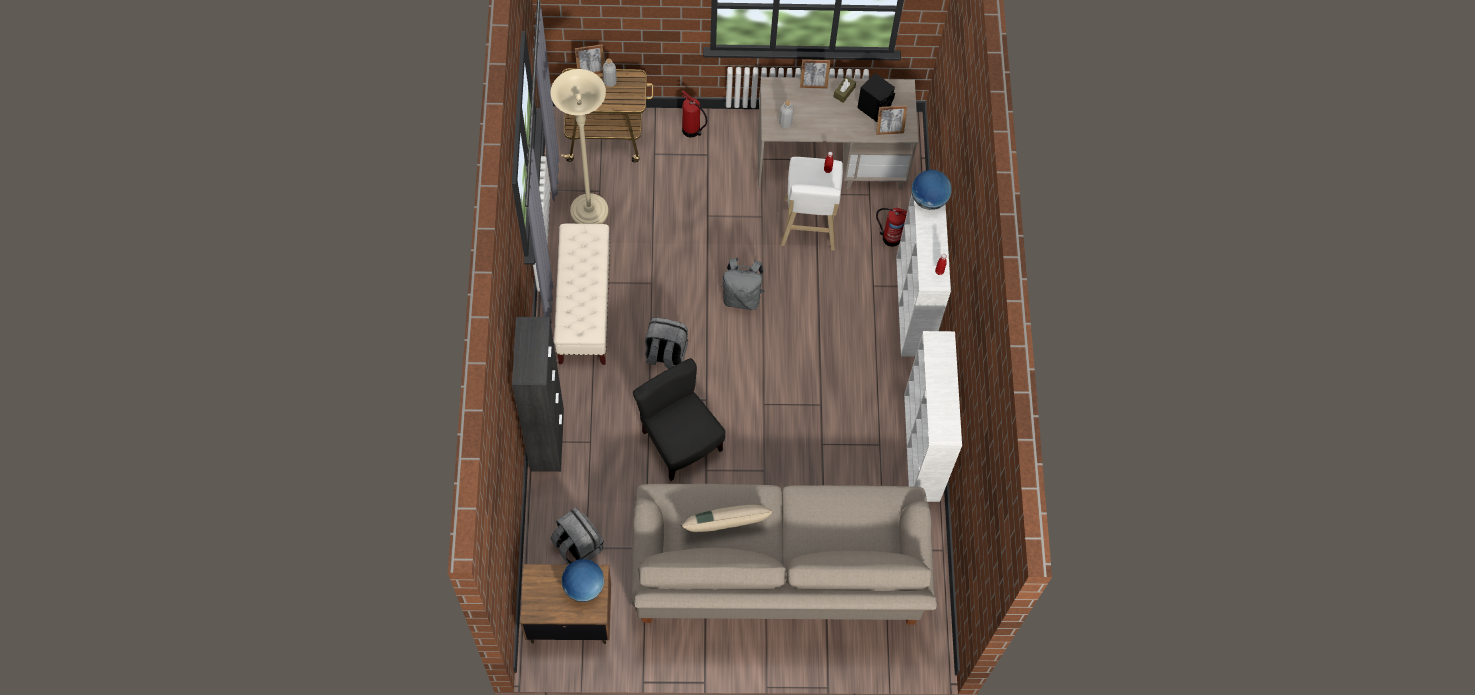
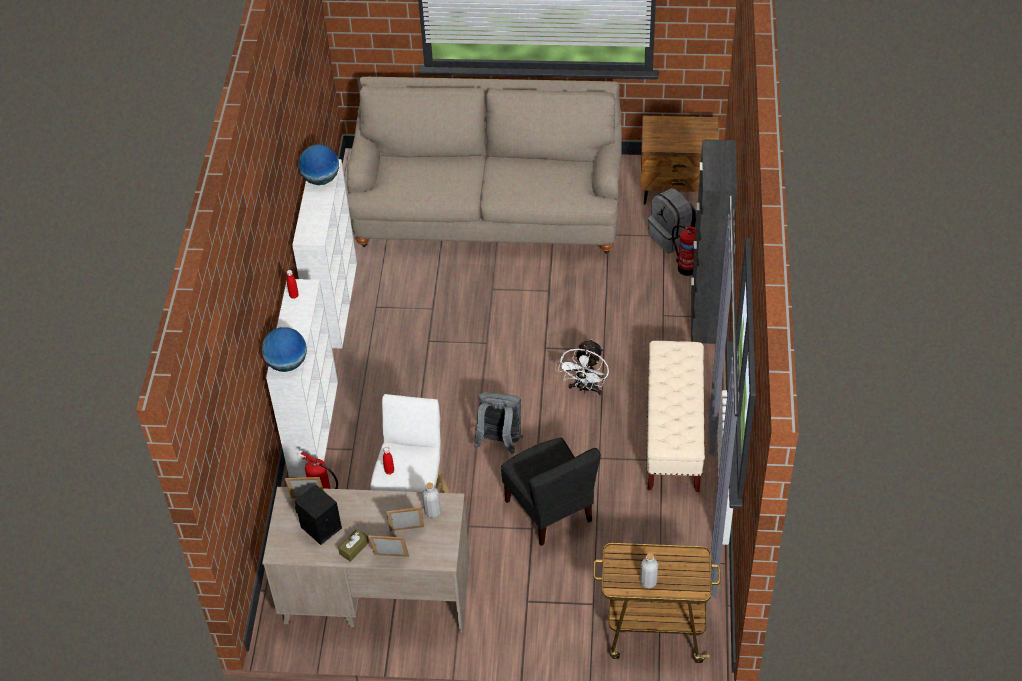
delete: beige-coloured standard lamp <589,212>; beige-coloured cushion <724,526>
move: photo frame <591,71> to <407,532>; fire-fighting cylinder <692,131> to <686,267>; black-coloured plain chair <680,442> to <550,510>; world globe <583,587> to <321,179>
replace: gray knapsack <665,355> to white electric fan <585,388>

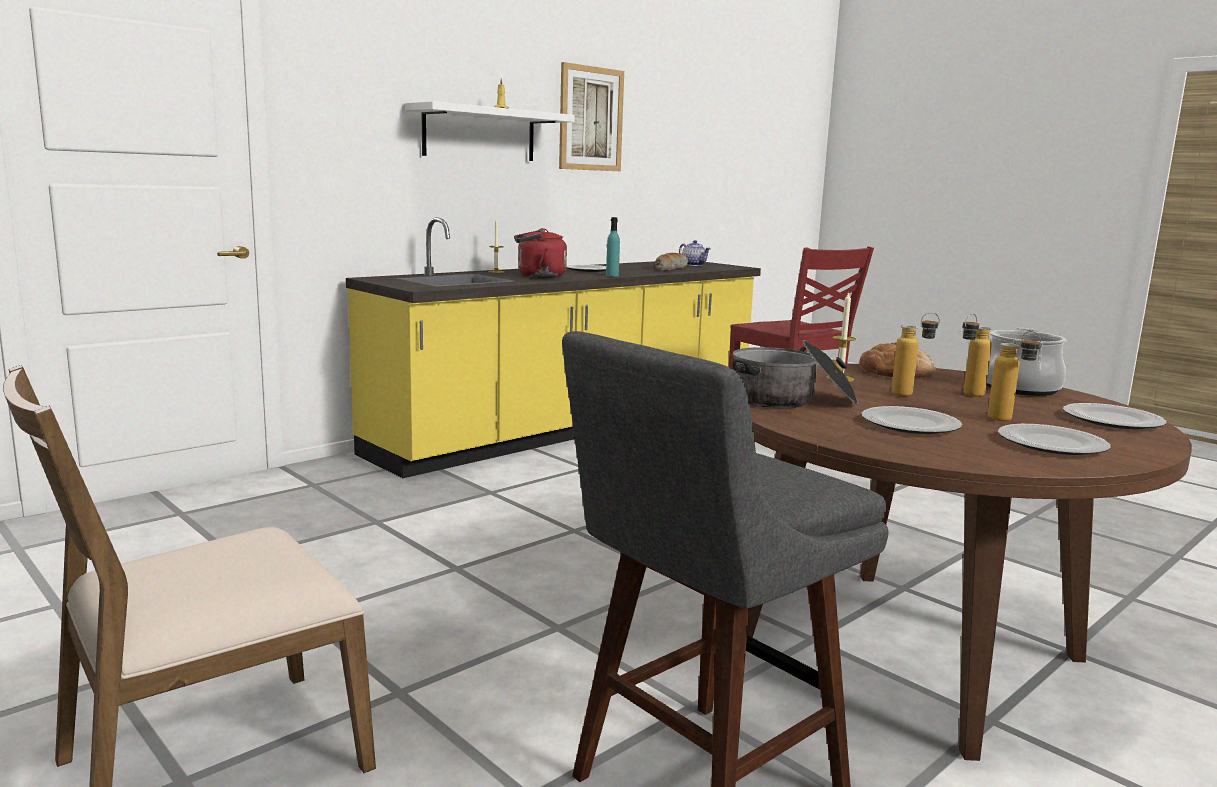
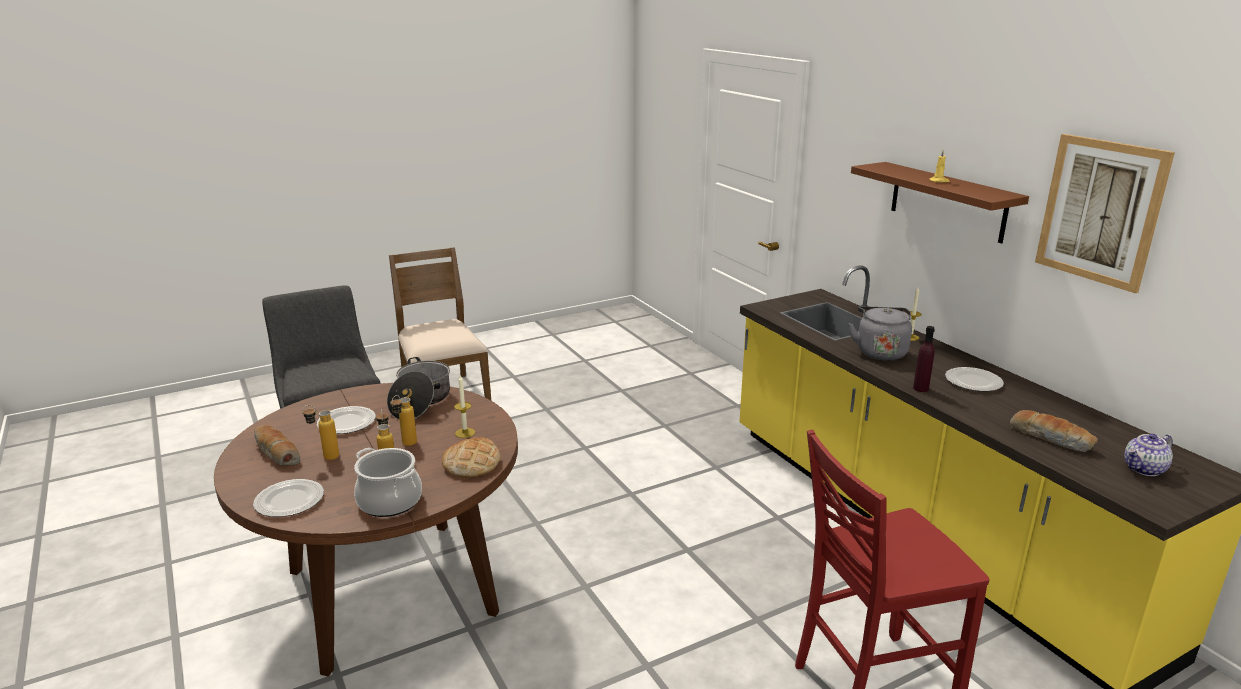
replace: flat dish <1052,444> to bakery bread <276,453>
recolor: white shelf <479,134> to brown-coloured shelf <947,201>; turquoise-coloured drink bottle <612,275> to purplish drink bottle <920,388>; red tea kettle <538,276> to gray tea kettle <880,352>

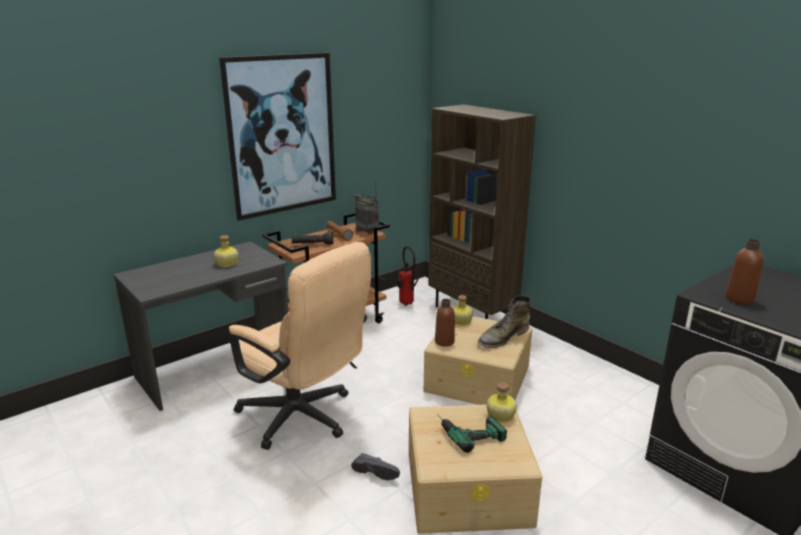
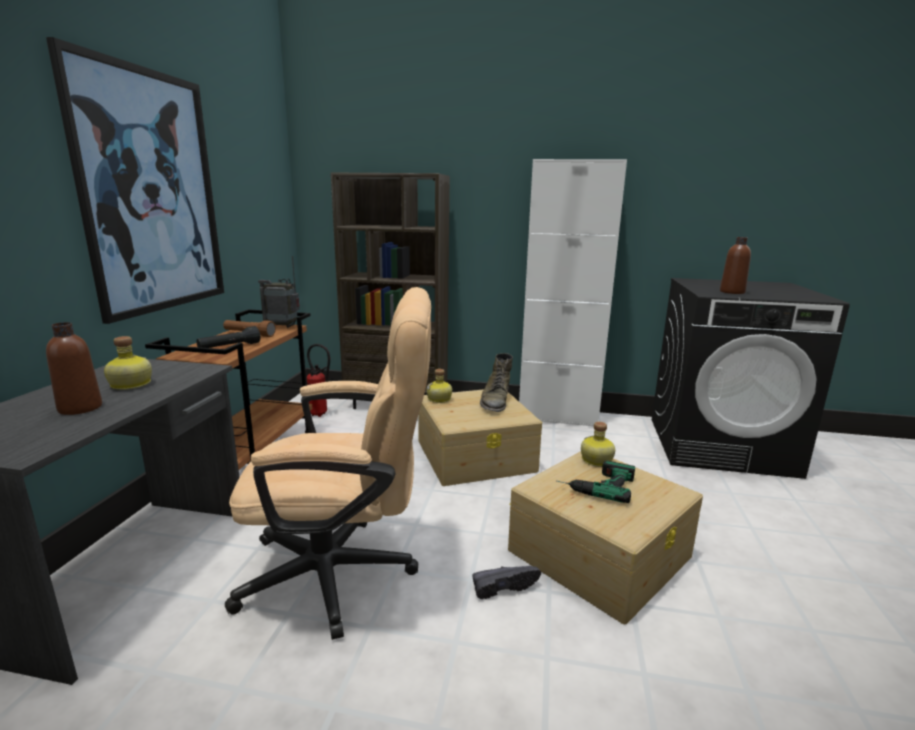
insert: white cabinet <557,417>
move: brown-coloured drink bottle <444,341> to <80,408>

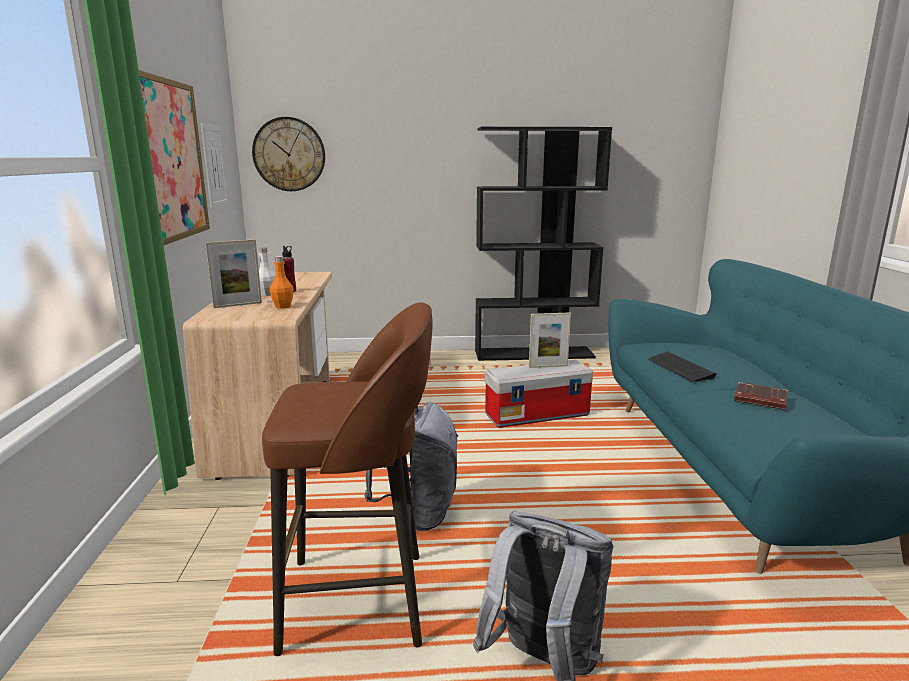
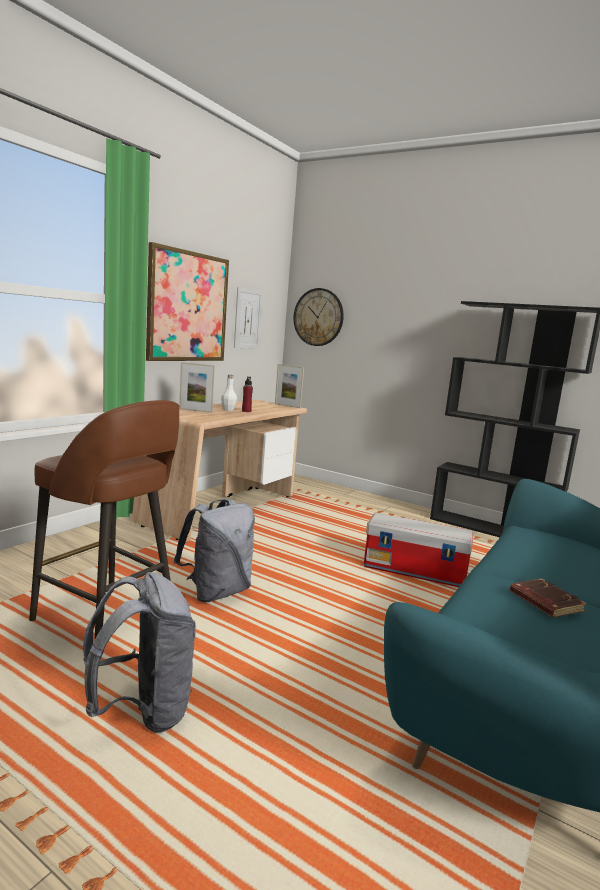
delete: orangey drink bottle <283,306>; PC keyboard <680,368>
move: photo frame <548,366> to <287,406>

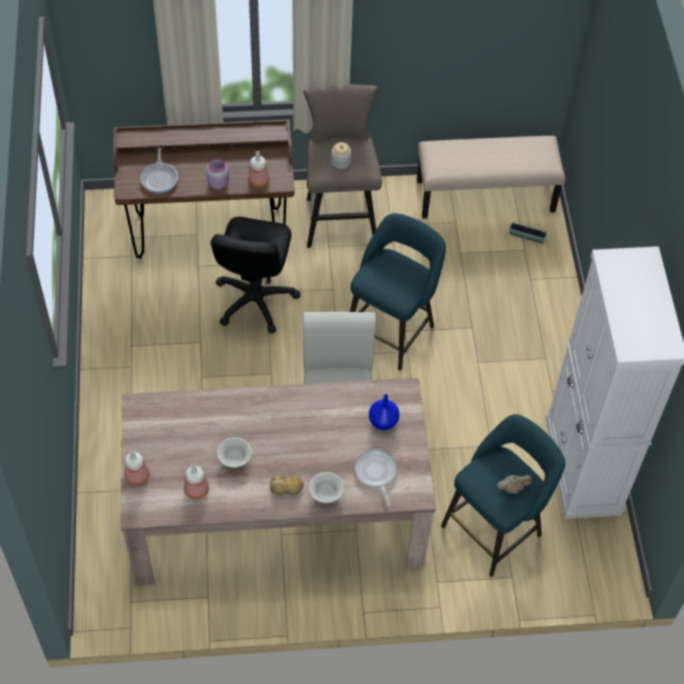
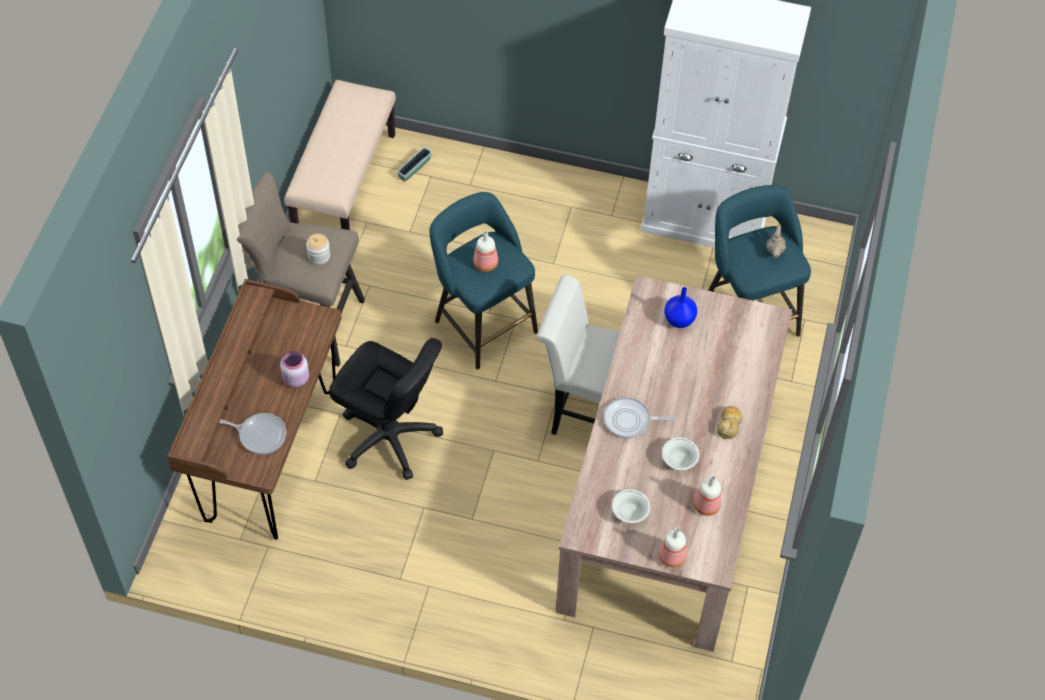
move: drink bottle <259,181> to <485,263>; skillet <376,473> to <630,421>; white deep dish <326,493> to <630,513>

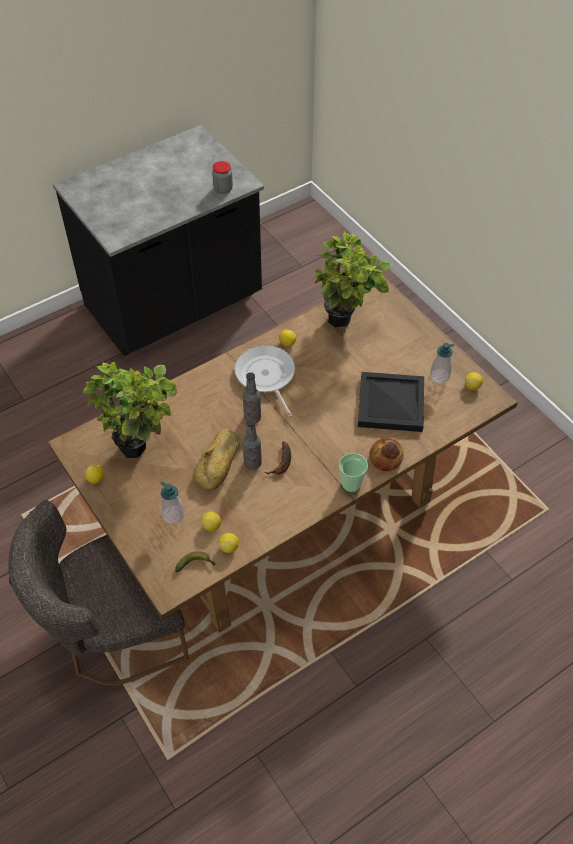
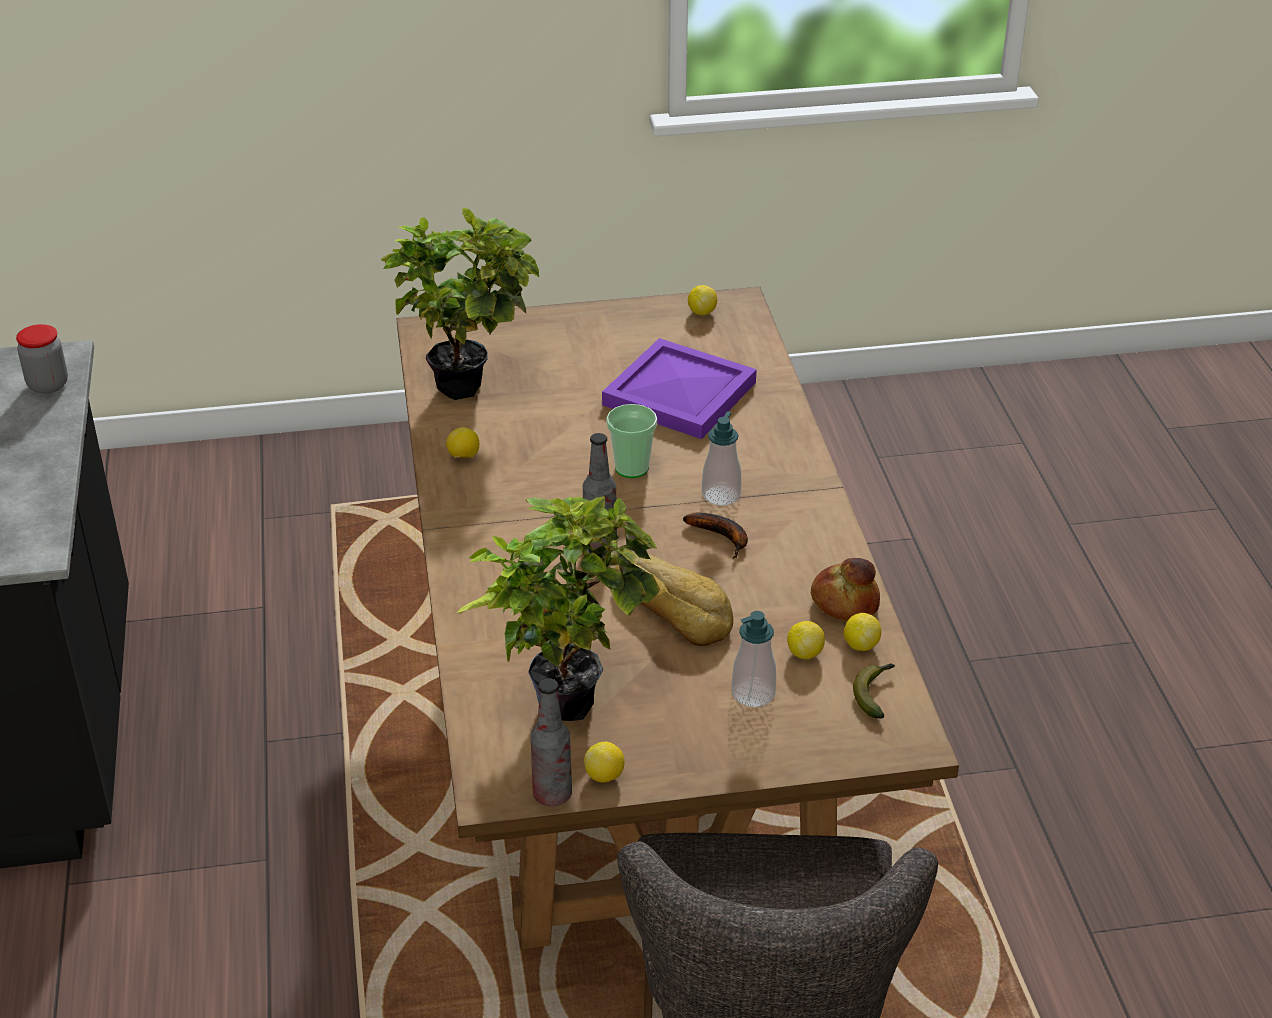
delete: skillet <266,376>
move: soap bottle <439,376> to <721,495>; drink bottle <252,463> to <552,794>; bakery bread <386,458> to <845,602>; cup <351,484> to <631,468>
recolor: black-coloured carrying tray <390,403> to purplish carrying tray <677,394>

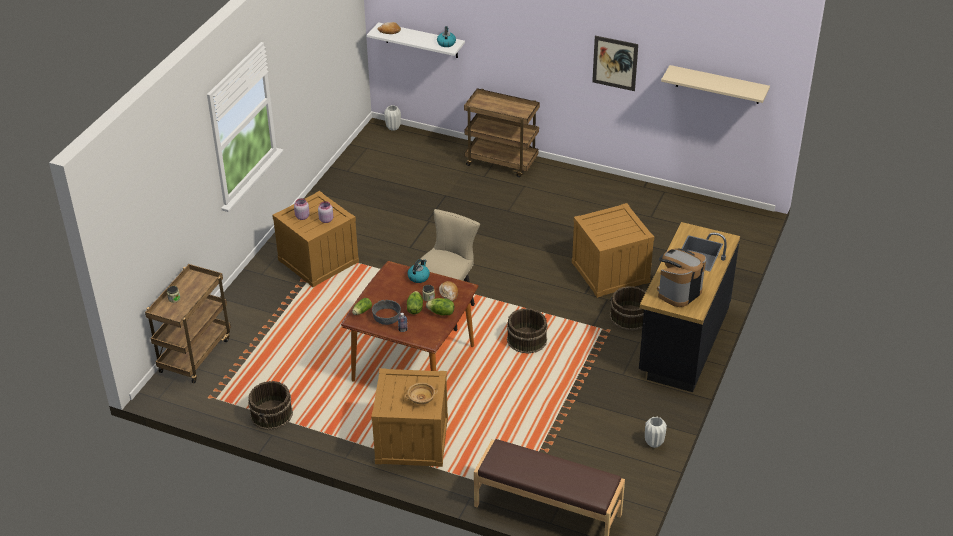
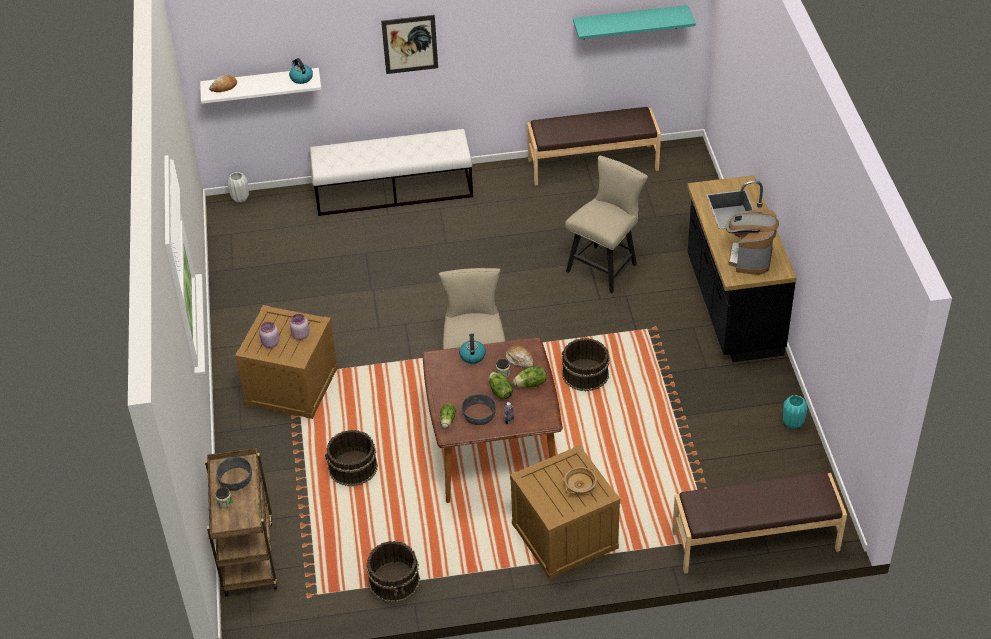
insert: brown-coloured indoor bench <592,164>; gray deep dish <235,478>
move: picture <615,63> to <410,44>; brown-coloured bucket <629,317> to <353,468>
replace: brown-coloured cart <502,162> to white indoor bench <394,191>; crate <610,272> to beige-coloured plain chair <605,265>
recolor: beige-coloured shelf <718,85> to turquoise-coloured shelf <630,22>; white flower vase <654,443> to turquoise-coloured flower vase <793,424>

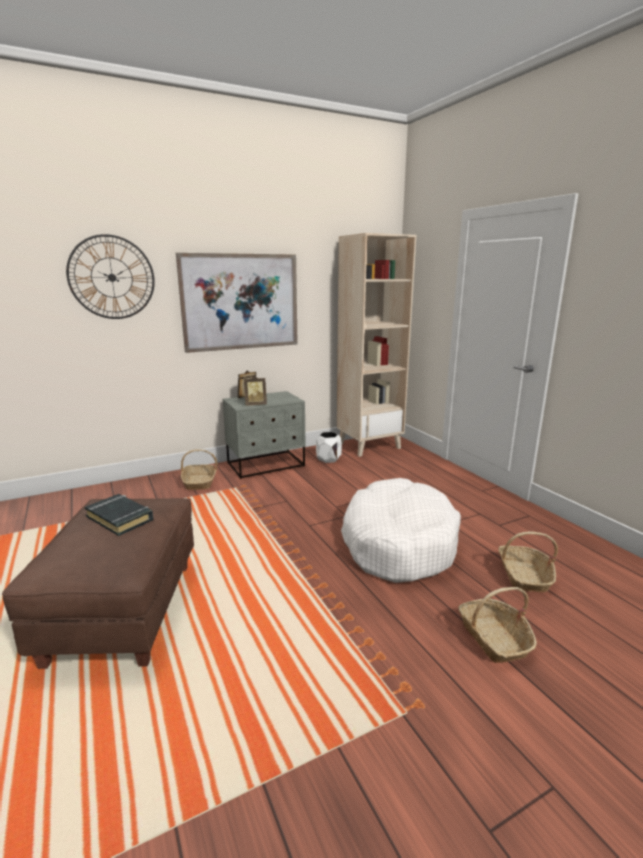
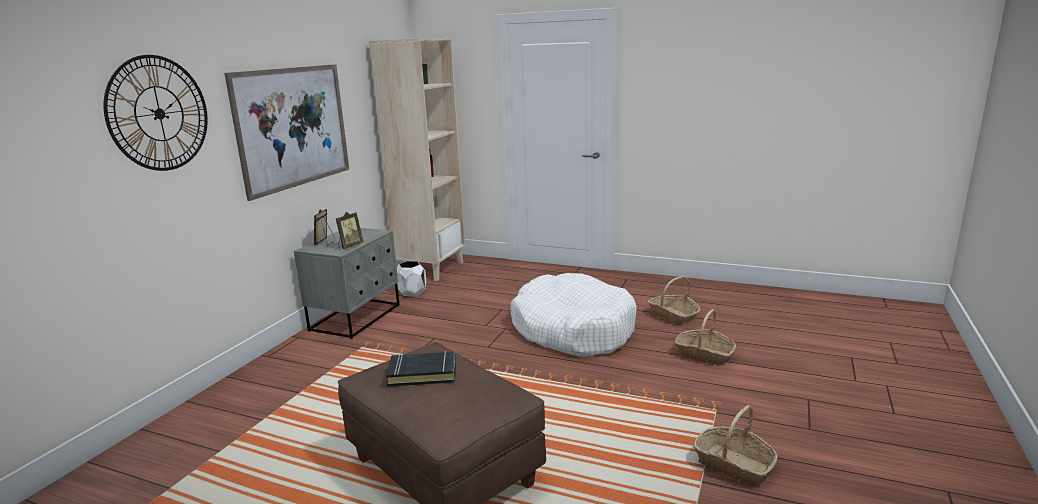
move: basket <199,482> to <733,464>

